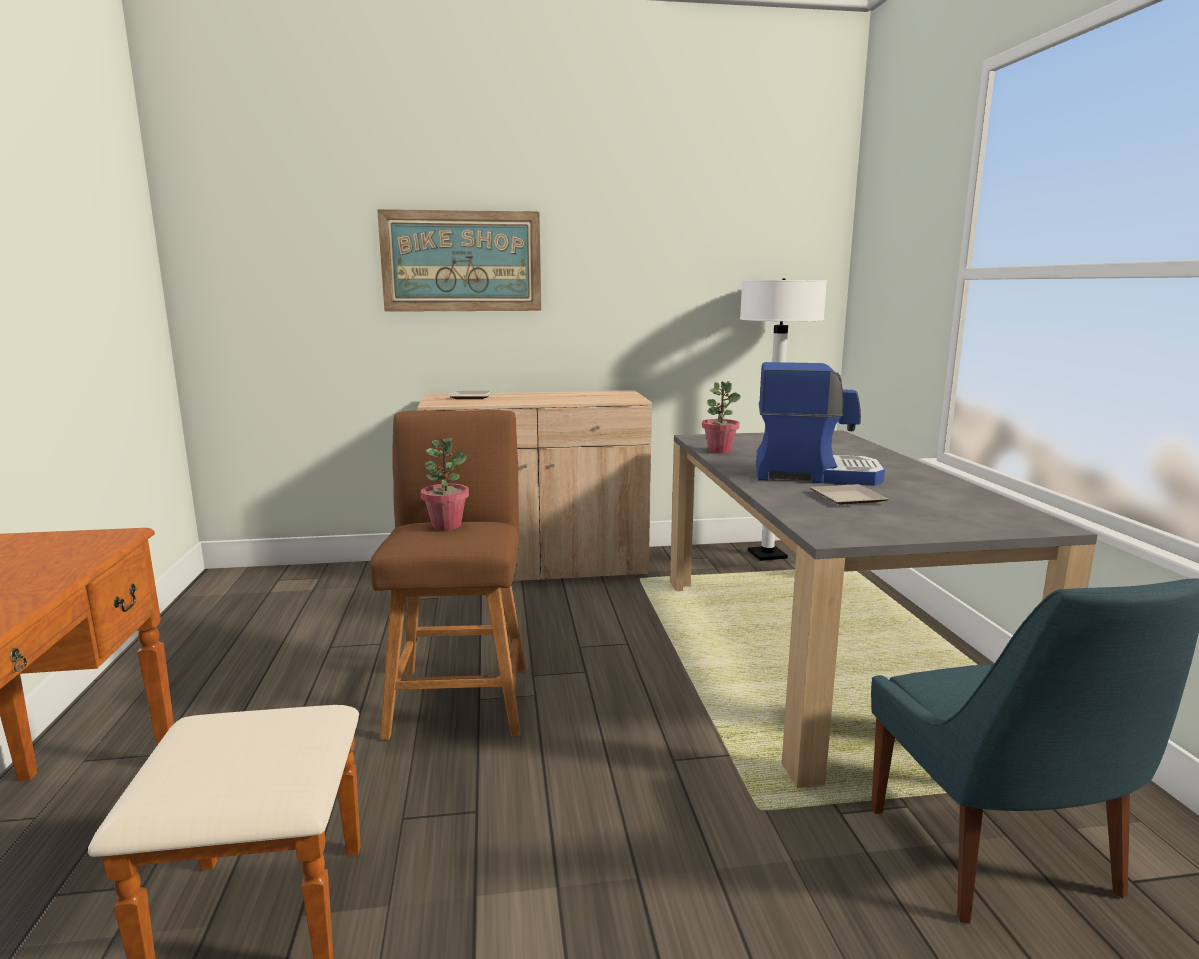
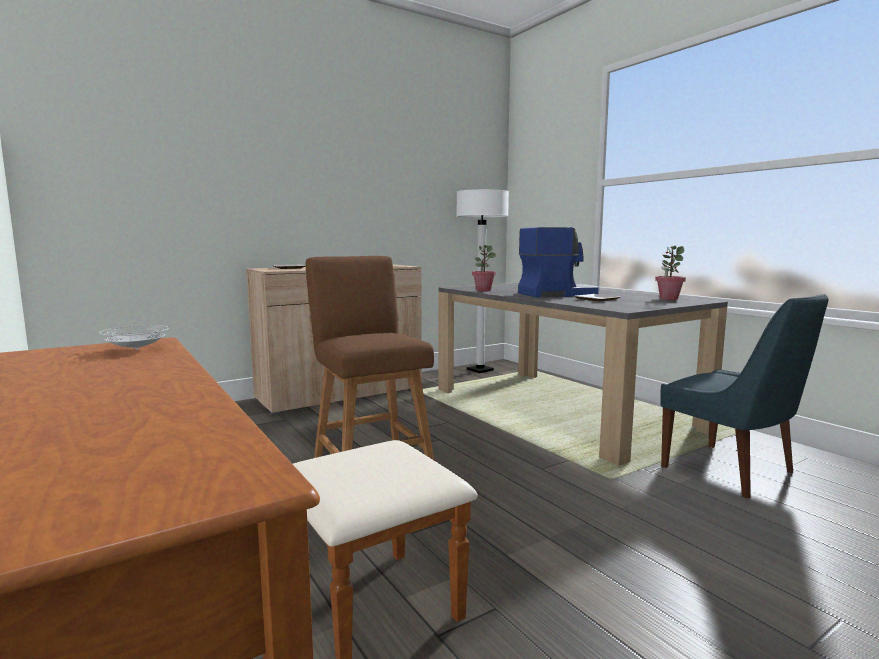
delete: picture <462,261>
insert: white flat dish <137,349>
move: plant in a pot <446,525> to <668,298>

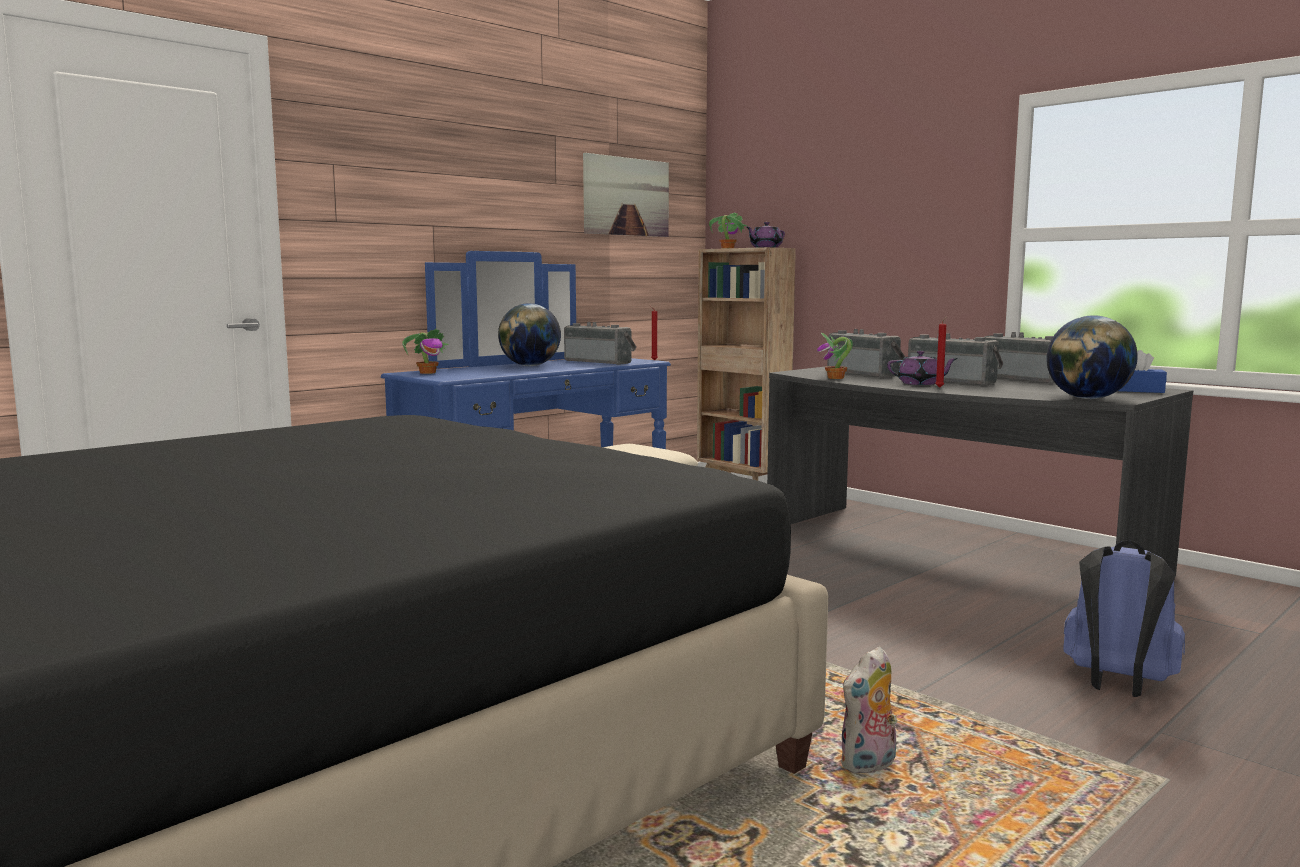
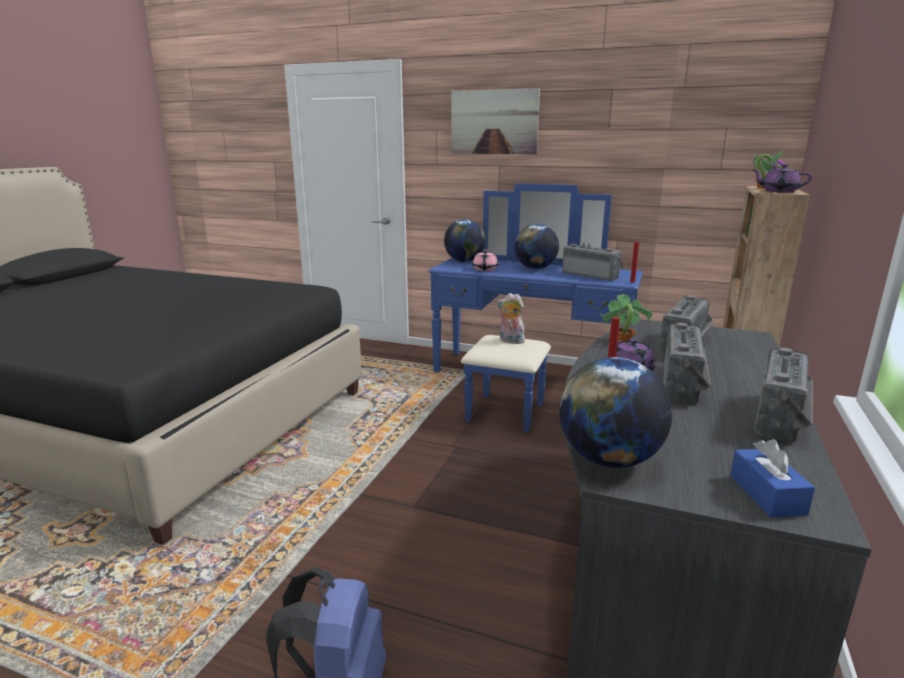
insert: pink tea pot <485,269>
move: picture <626,196> to <494,122>; soft toy <869,766> to <510,341>
replace: plant in a pot <428,373> to world globe <464,261>
rotate: radio receiver <600,362> = <591,275> 60 degrees counterclockwise

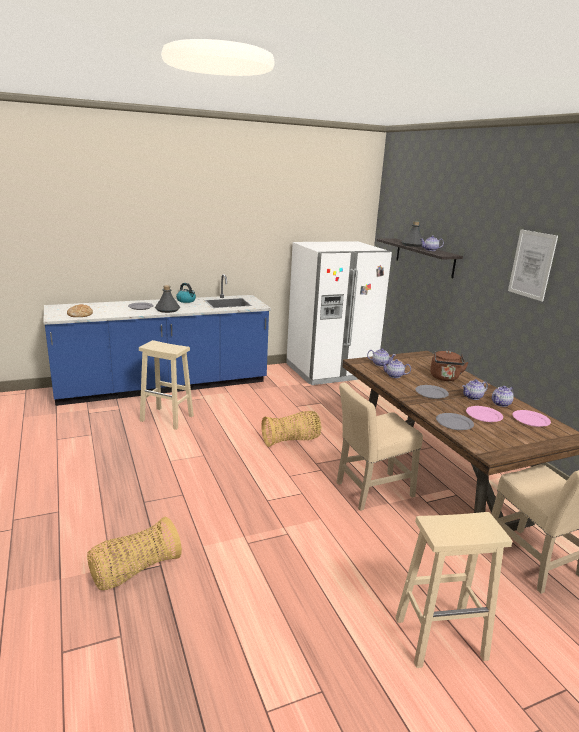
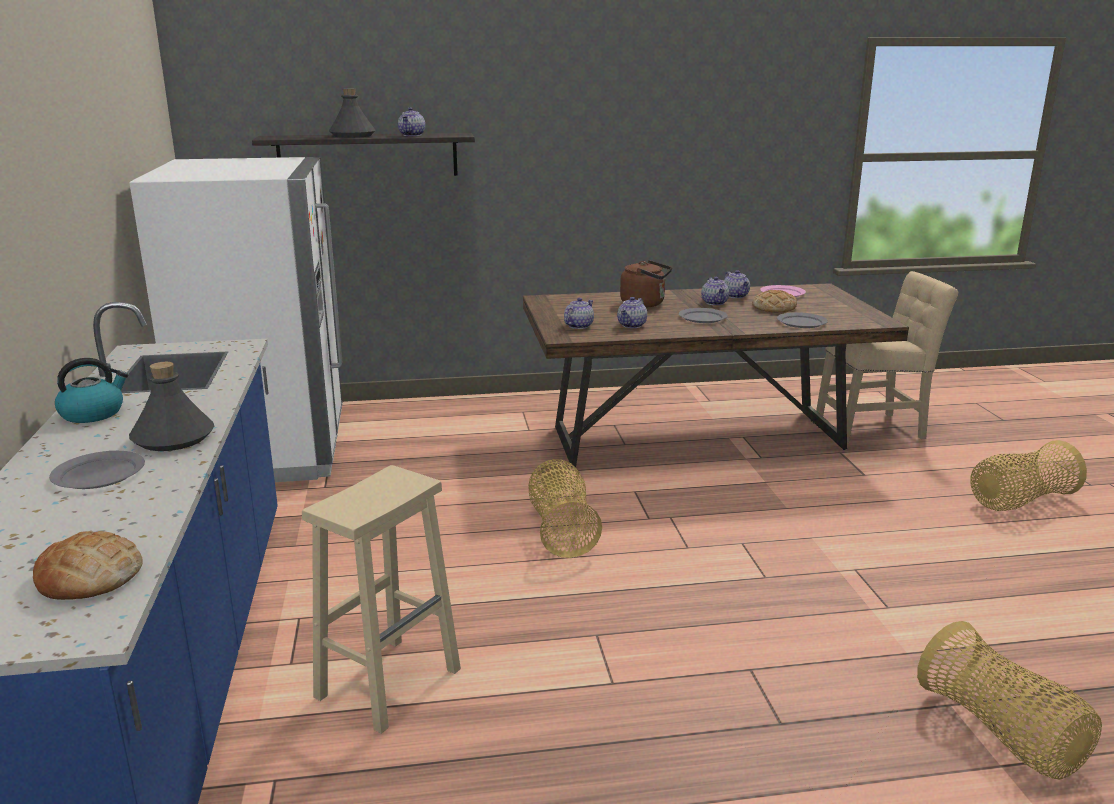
delete: picture <532,264>; beige-coloured plain chair <371,491>
replace: pink flat dish <484,415> to bakery bread <774,308>; beige-coloured sitting stool <441,638> to basket <1020,501>

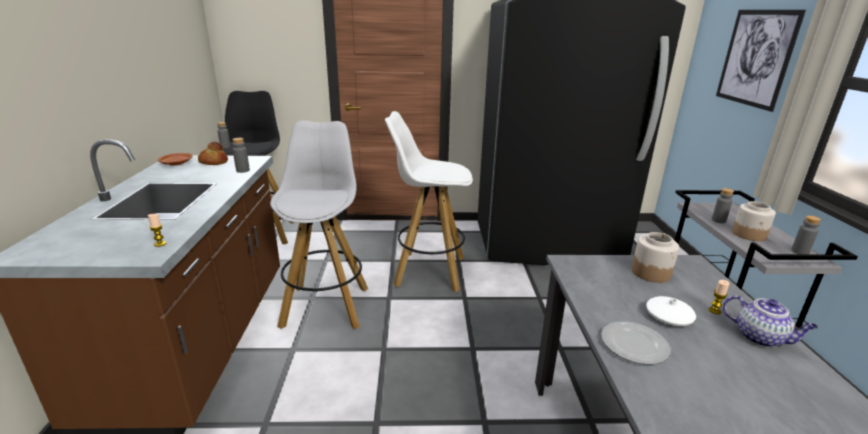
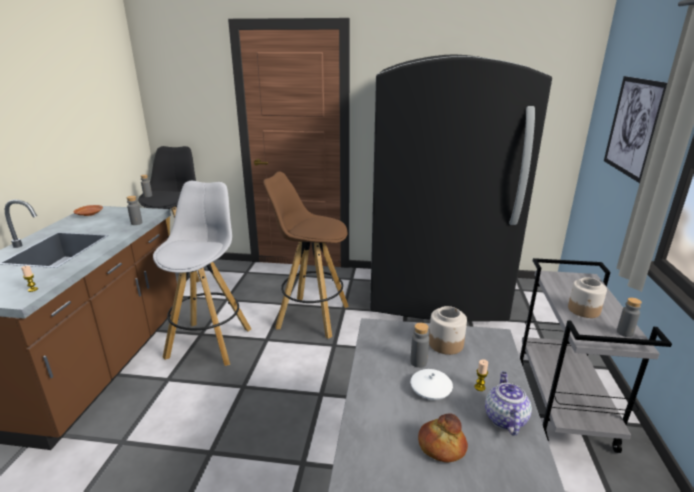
delete: flat dish <633,345>
move: bakery bread <213,162> to <441,446>; gray drink bottle <718,220> to <418,362>
recolor: white sitting stool <428,271> to brown-coloured sitting stool <311,317>
rotate: tea pot <760,337> = <504,418> 135 degrees counterclockwise

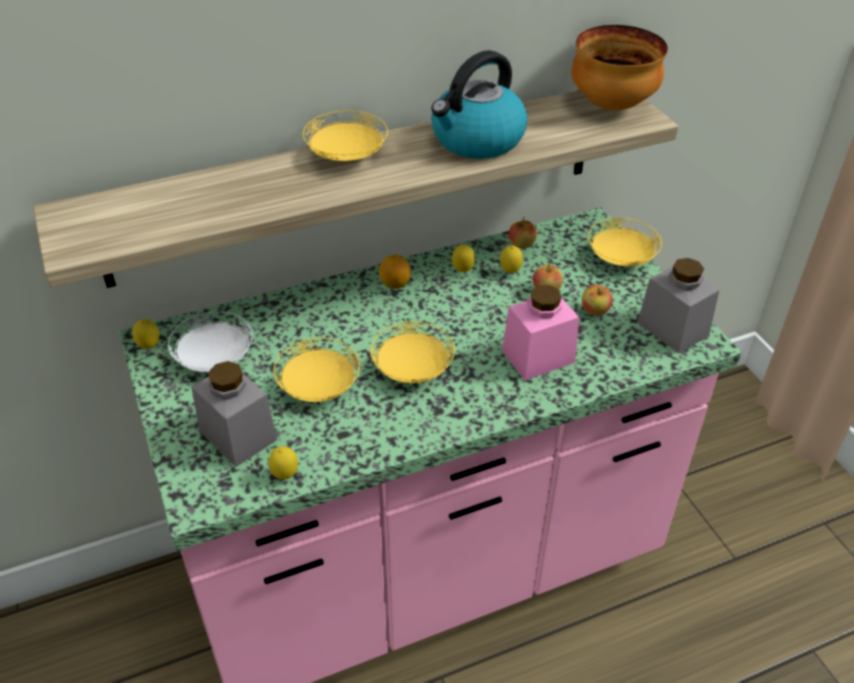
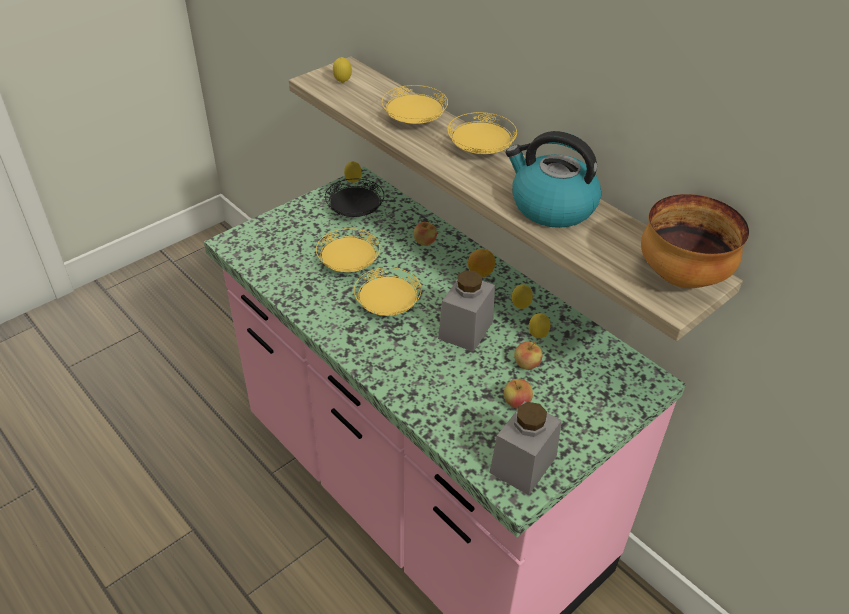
delete: pink storage jar <538,356>
move: whole apple <521,245> to <424,242>; yellowish flat dish <620,258> to <415,121>; gray storage jar <238,435> to <465,329>; citrus fruit <285,476> to <342,82>
recolor: white flat dish <215,359> to black-coloured flat dish <355,211>

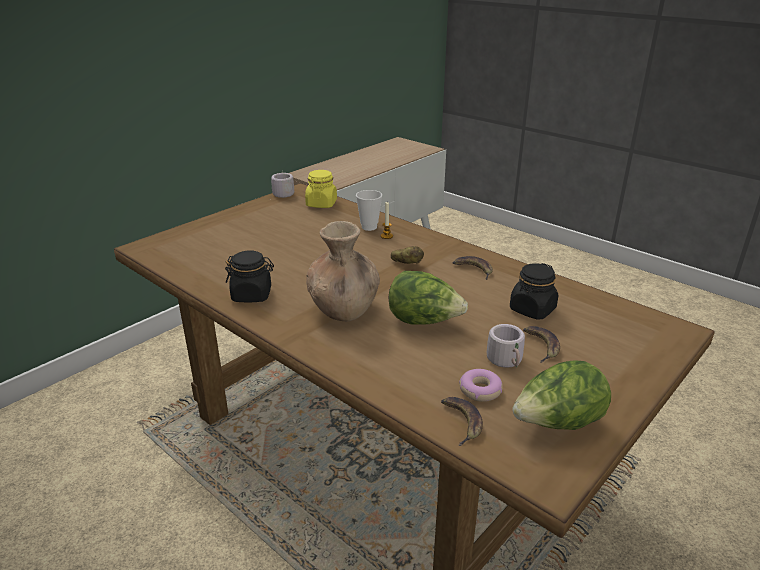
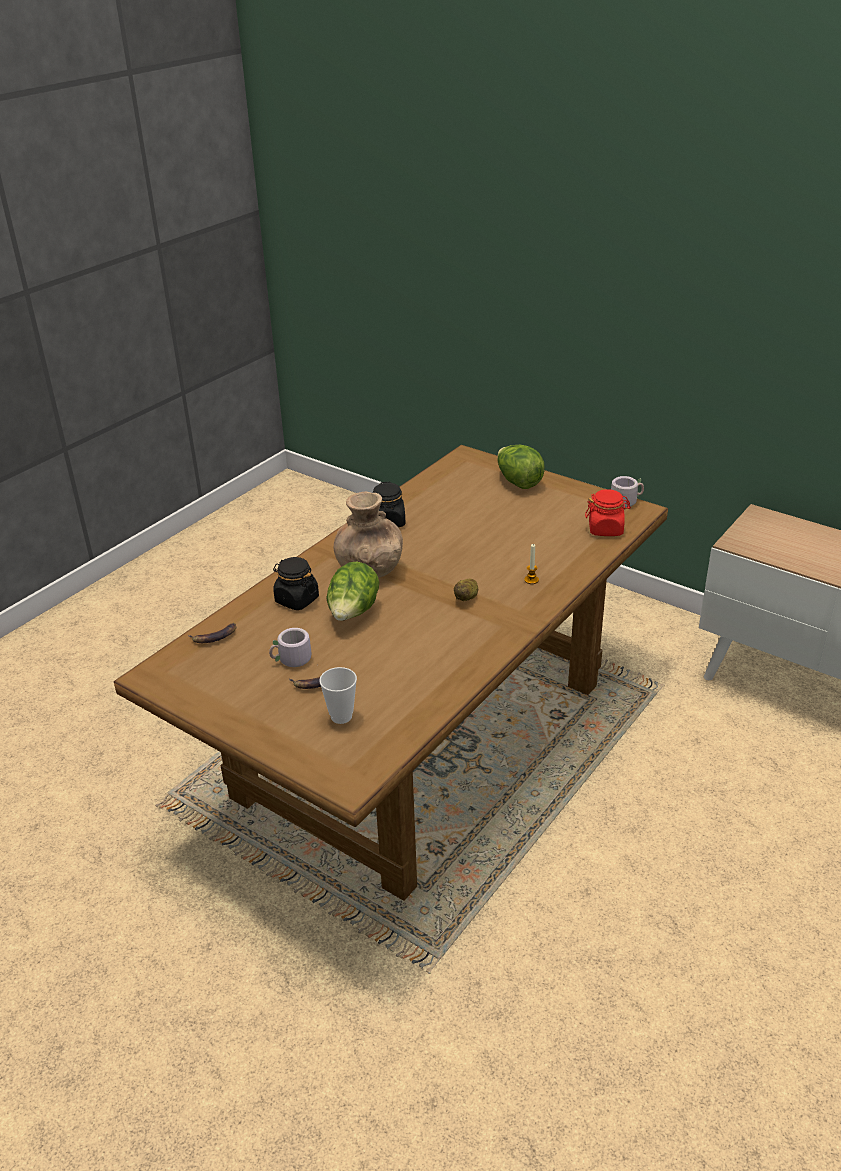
delete: banana fruit <473,269>; doughnut <480,390>
move: cup <369,227> to <341,716>; black-coloured storage jar <532,310> to <296,600>; lettuce <557,424> to <518,482>
recolor: yellowish storage jar <321,204> to red storage jar <606,529>

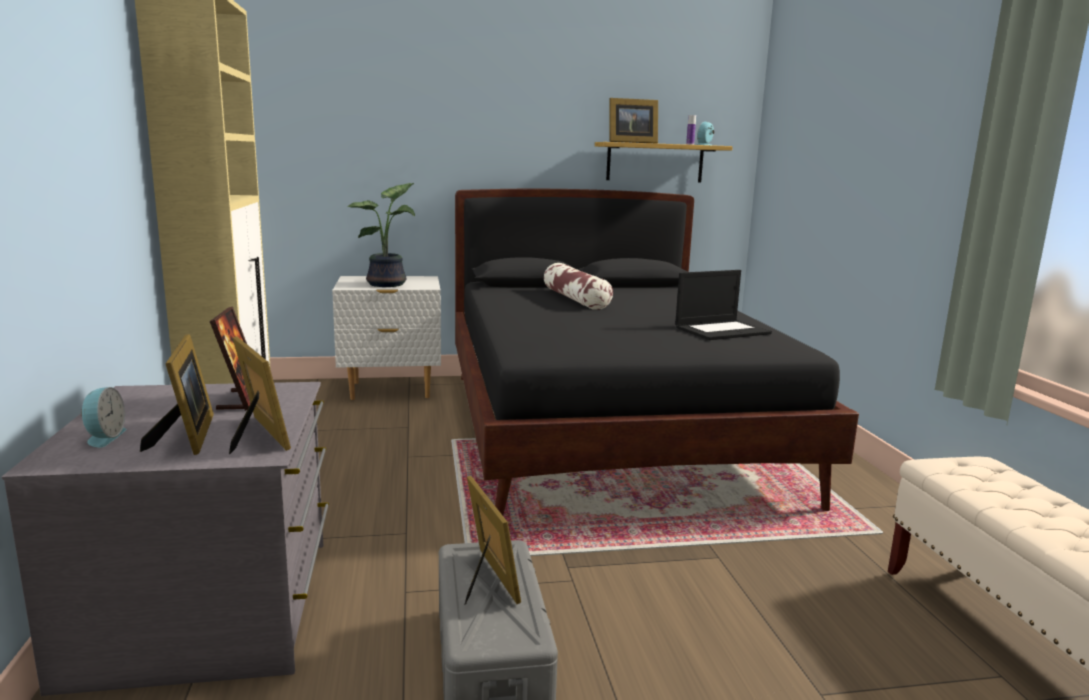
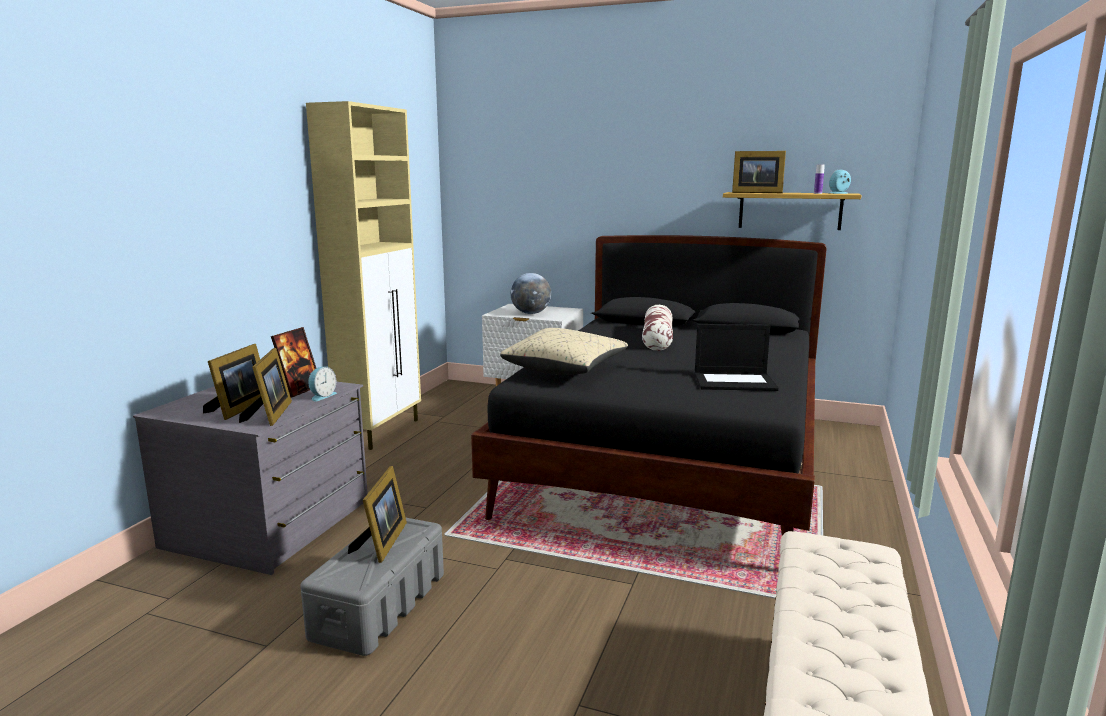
insert: beige-coloured cushion <565,369>
move: table clock <104,437> to <322,396>
replace: plant in a pot <389,284> to world globe <531,313>

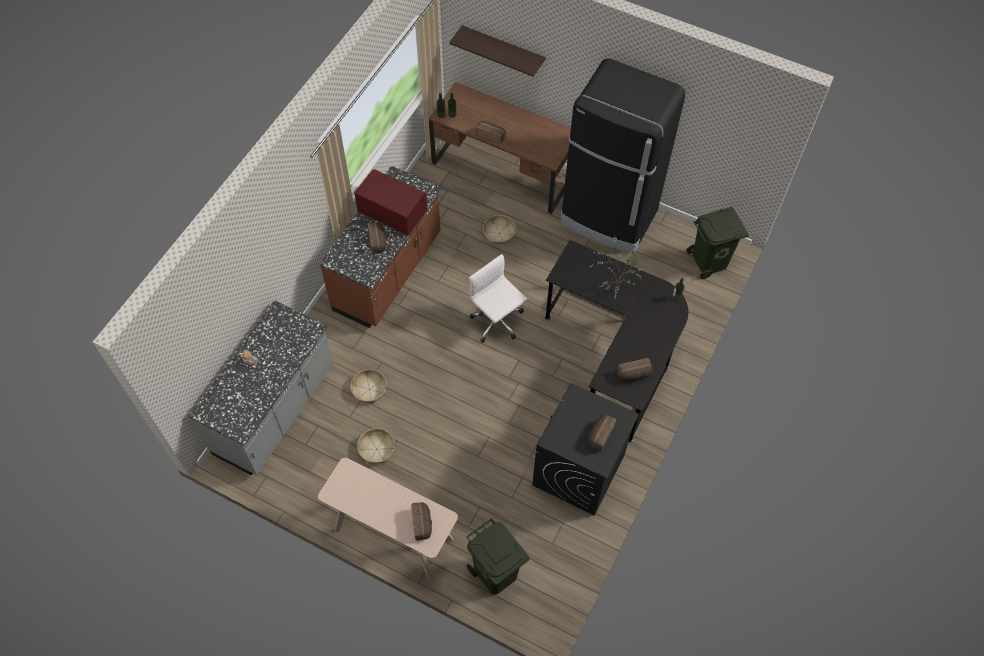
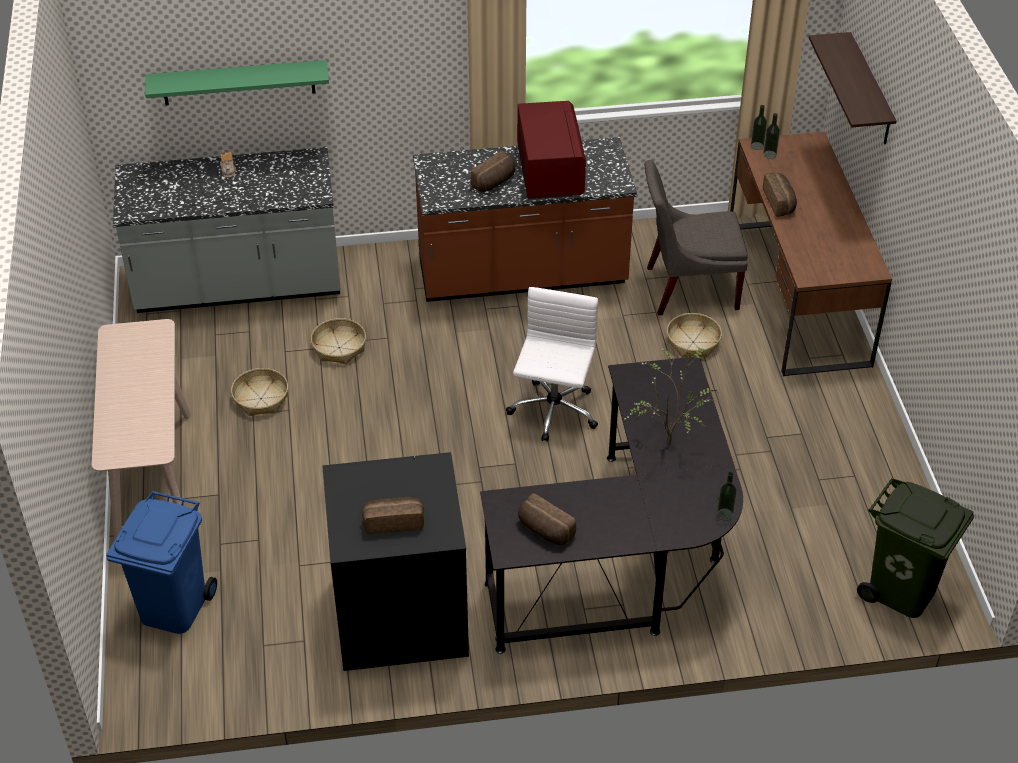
delete: black-coloured fridge <609,217>; bakery bread <422,523>
insert: green-coloured shelf <238,82>; gray plain chair <687,288>
recolor: green-coloured waste bin <495,573> to bluish waste bin <172,607>

